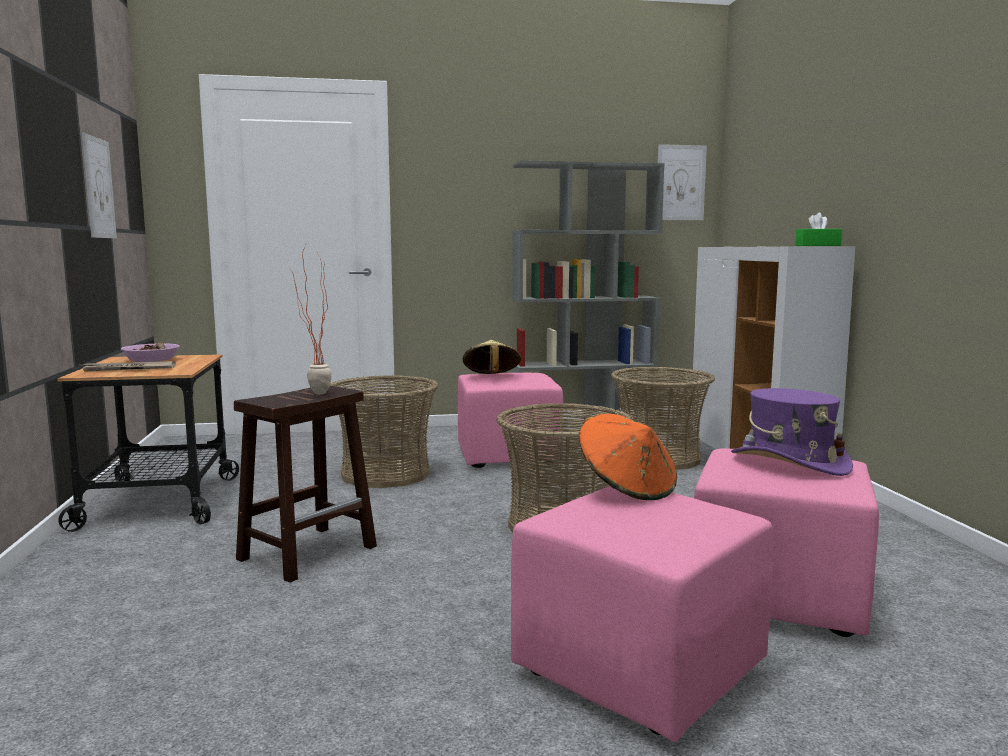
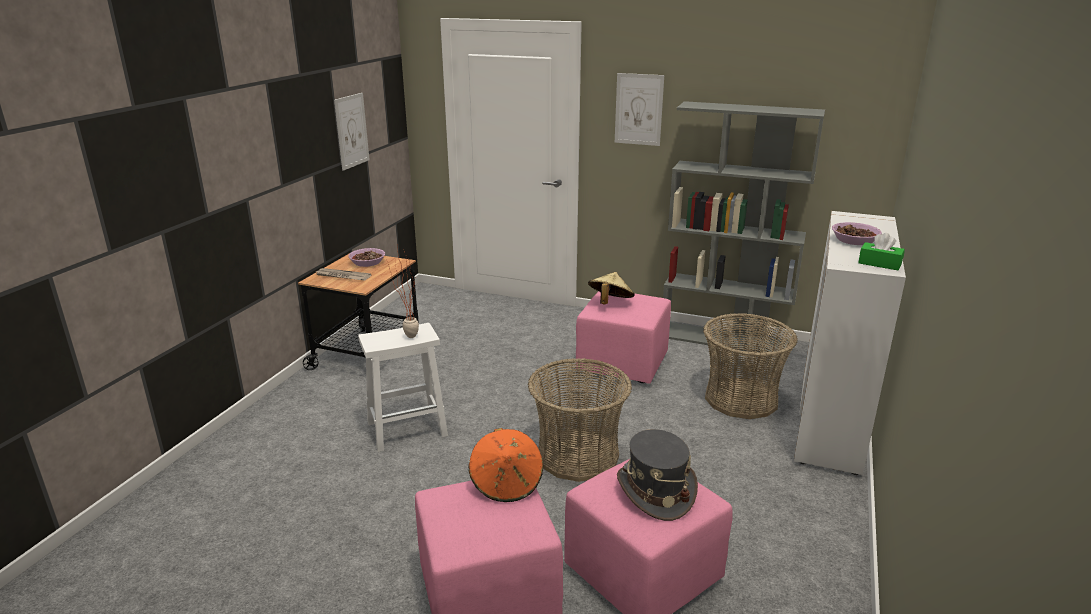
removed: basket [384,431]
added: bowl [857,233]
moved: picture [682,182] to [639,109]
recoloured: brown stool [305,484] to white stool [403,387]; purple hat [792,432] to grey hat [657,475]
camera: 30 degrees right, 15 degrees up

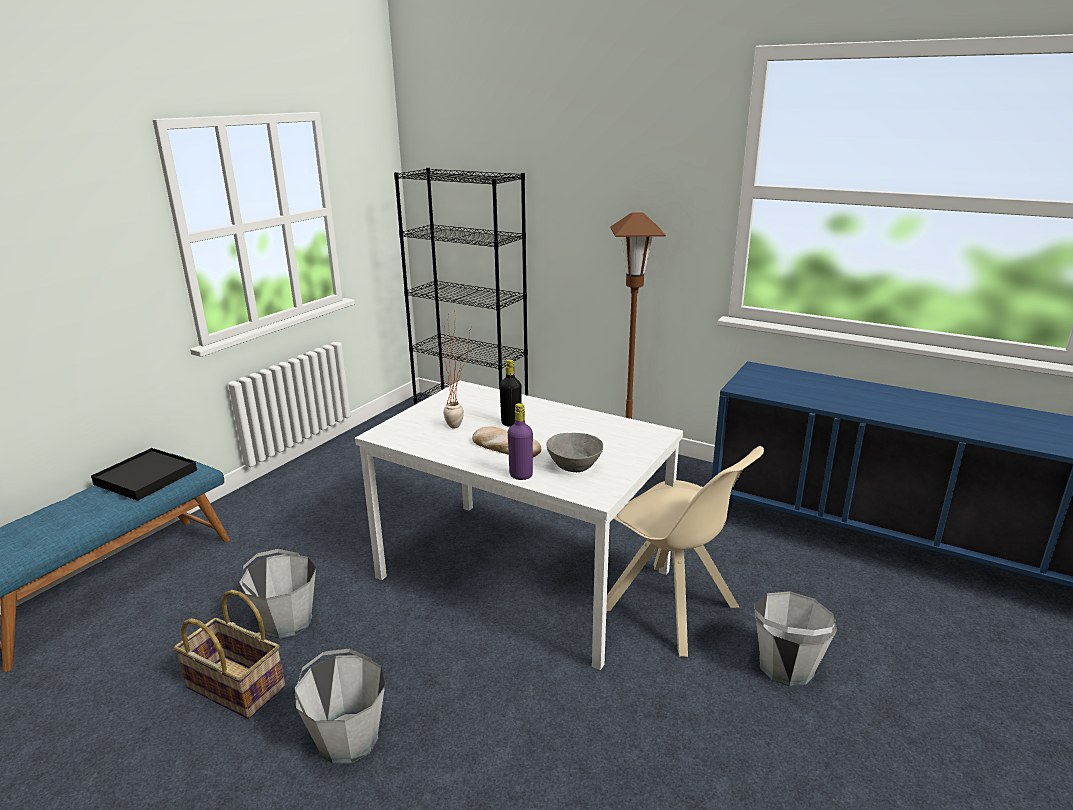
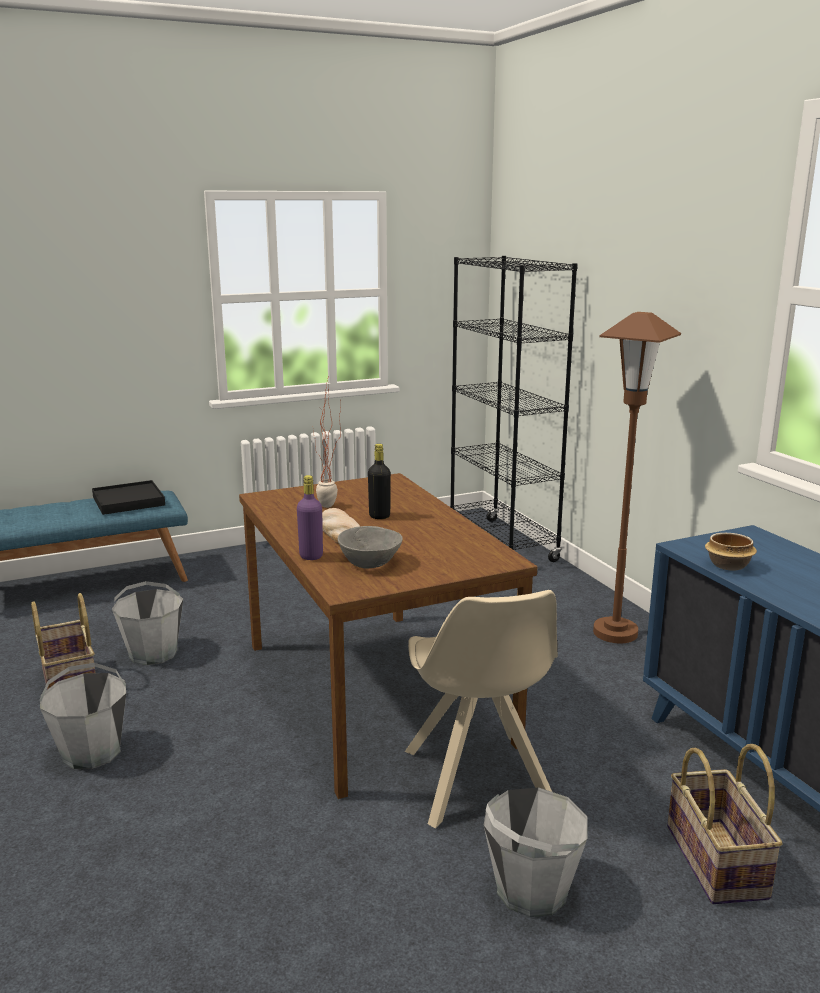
added: basket [725,824]; bowl [731,552]
recoloured: white dining table [519,525] to brown dining table [388,636]
camera: 35 degrees right, 5 degrees down

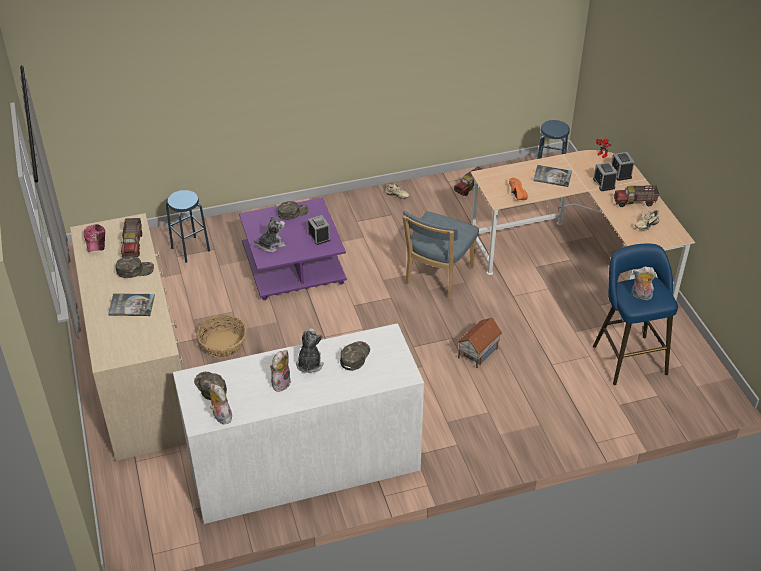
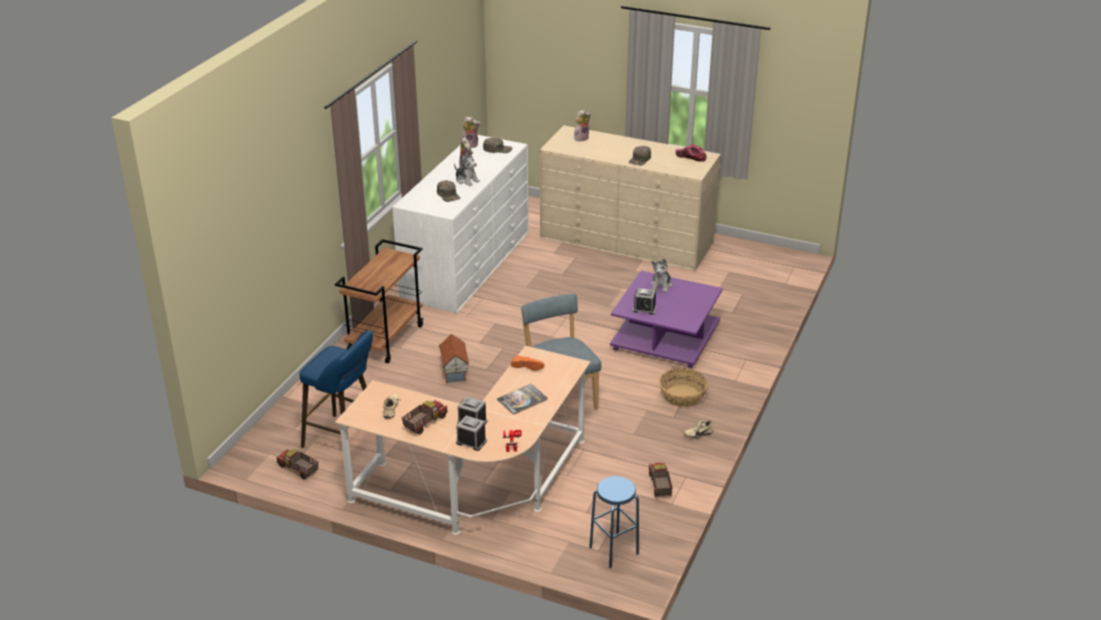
removed: book [131,304]; blue stool [188,226]; green cap [293,210]
added: brown cart [379,301]
moved: toy truck [131,238] to [297,464]; basket [222,336] to [683,387]; plush toy [644,283] to [582,125]
camera: 130 degrees right, 10 degrees down

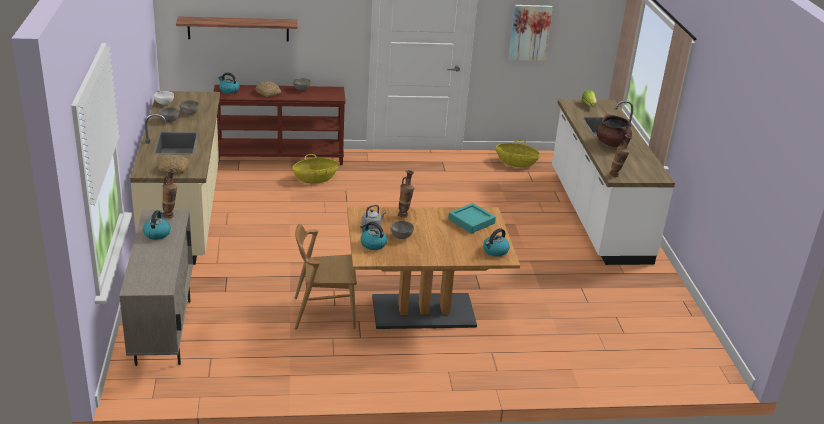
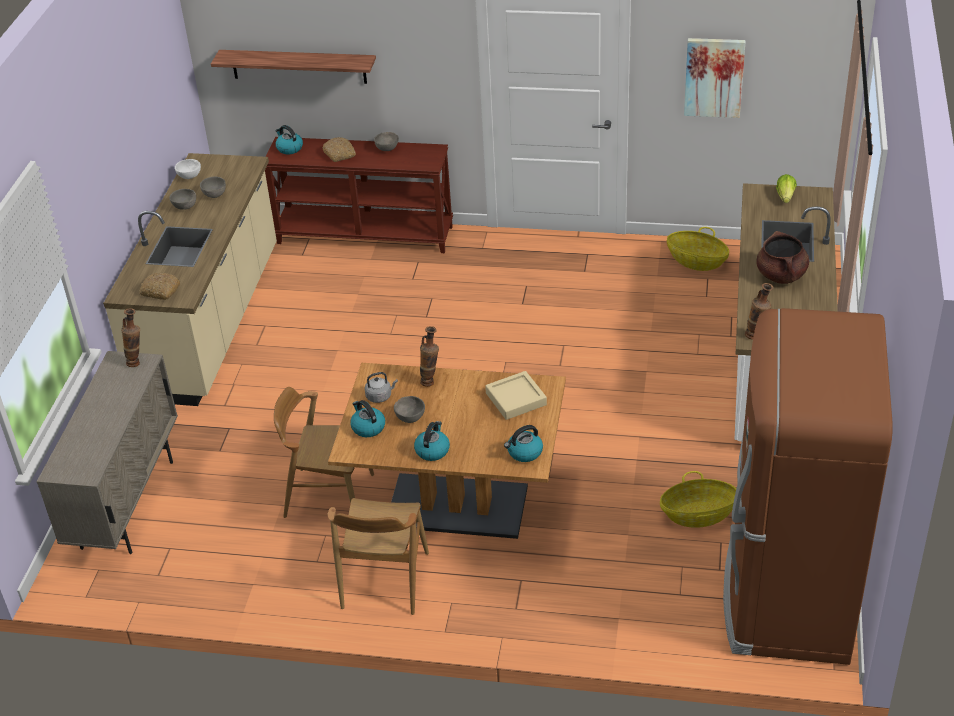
added: brown chair [378,556]; brown fridge [808,486]
moved: kettle [157,225] to [432,441]; basket [315,169] to [698,499]
recoloured: turquoise tray [472,218] to beige tray [516,395]
camera: 20 degrees right, 10 degrees up

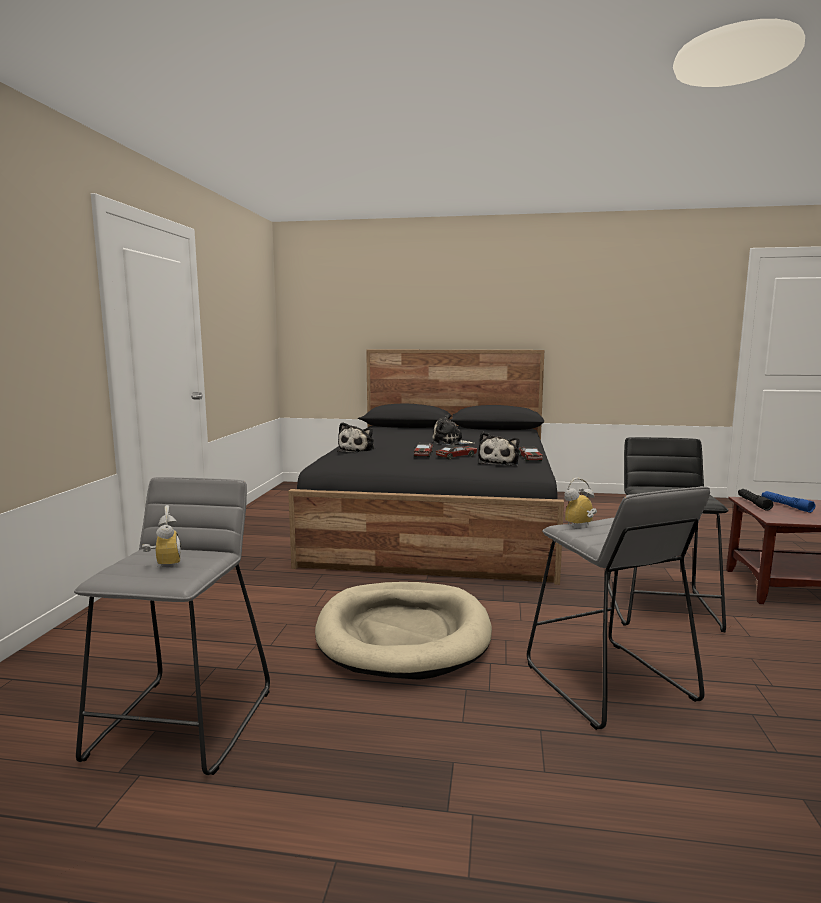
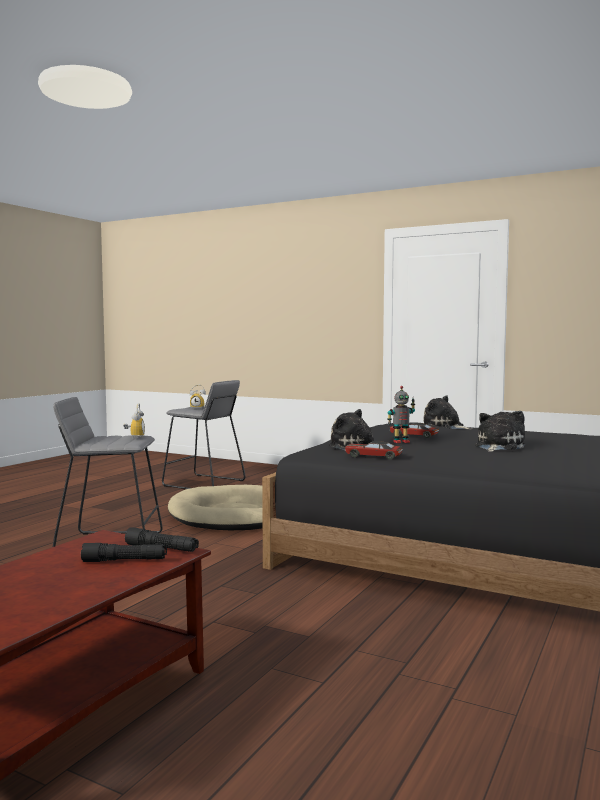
removed: black stool [668,534]
replaced: toy car [456,452] to toy robot [401,414]
recoloured: blue flashlight [788,502] to black flashlight [124,552]
camera: 110 degrees right, 5 degrees down

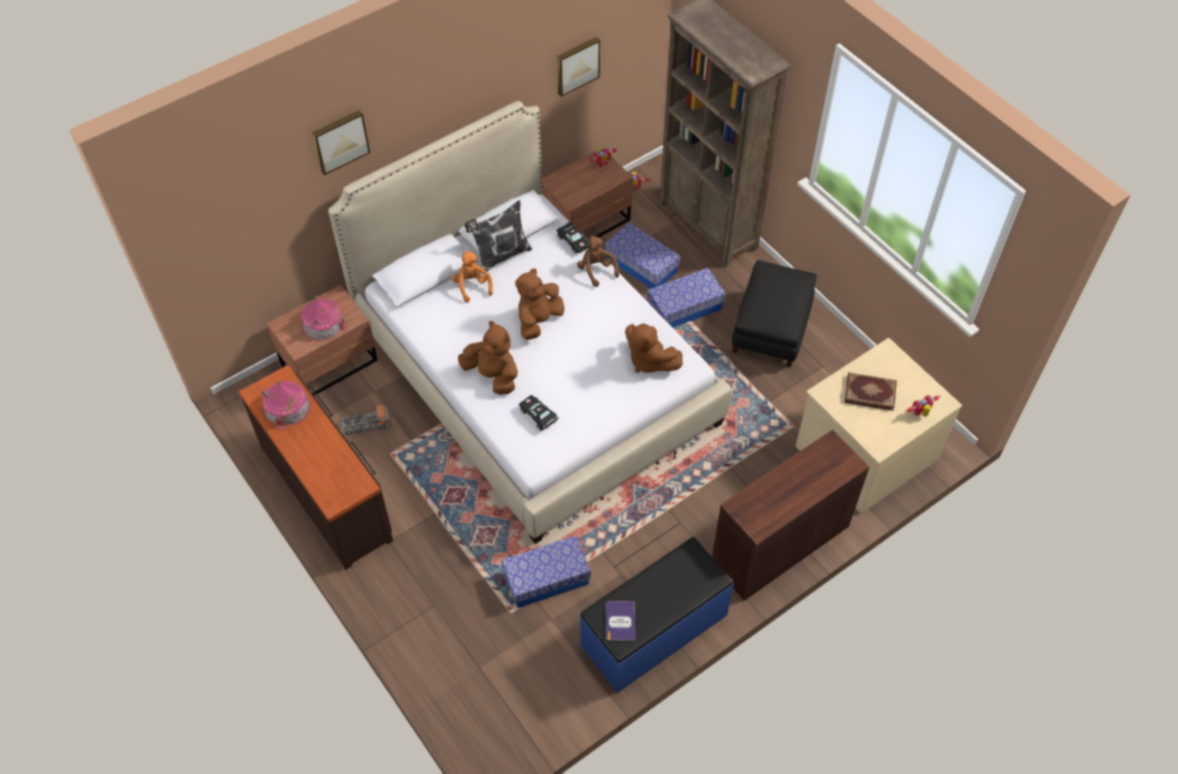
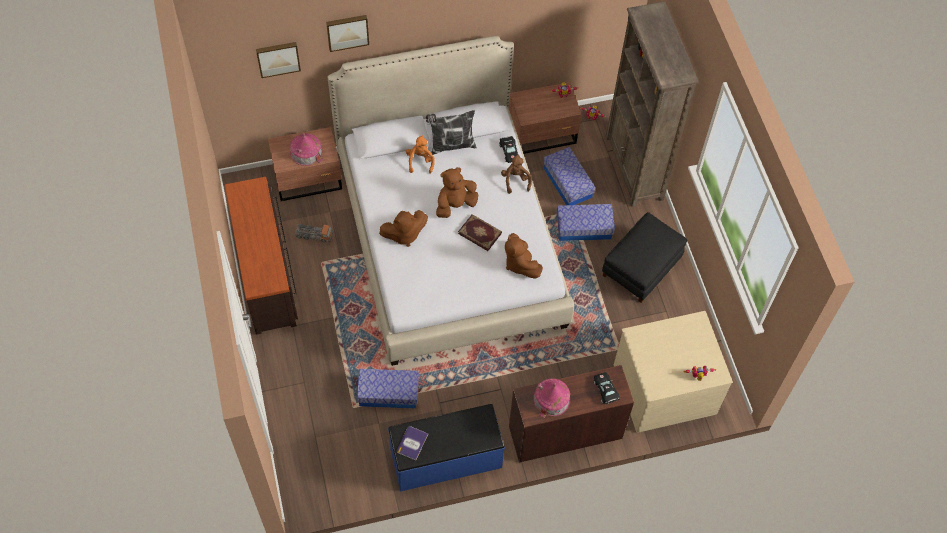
moved: toy house [285,405] to [551,398]; black toy car [538,413] to [607,388]; picture [578,67] to [278,60]; book [871,391] to [480,232]
turned: brown plush toy [488,358] = [403,228] 105 degrees clockwise
camera: 20 degrees right, 5 degrees up

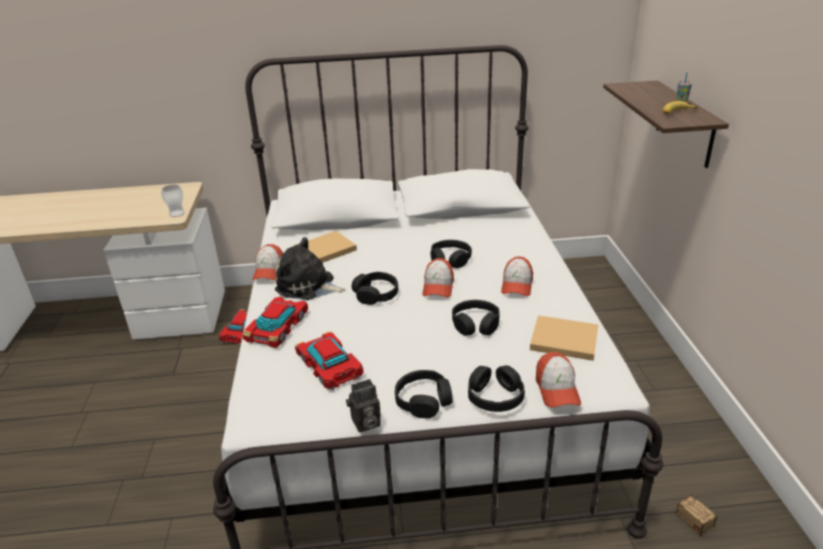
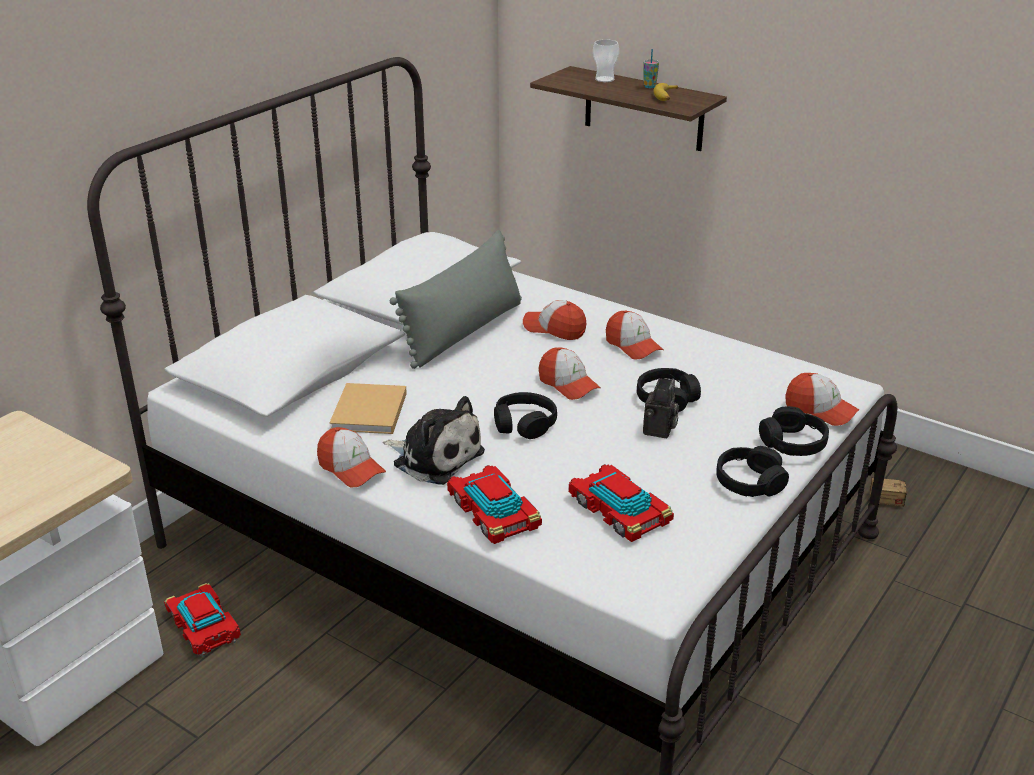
removed: black headphones [451,254]; beige book [564,338]
added: grey pillow [456,299]; cap [554,320]
moved: cup [173,200] to [606,60]; photo camera [363,406] to [661,408]
turned: plush toy [310,268] = [434,440] 120 degrees counterclockwise; toy car [329,360] = [621,503] 135 degrees counterclockwise
camera: 50 degrees left, 0 degrees up

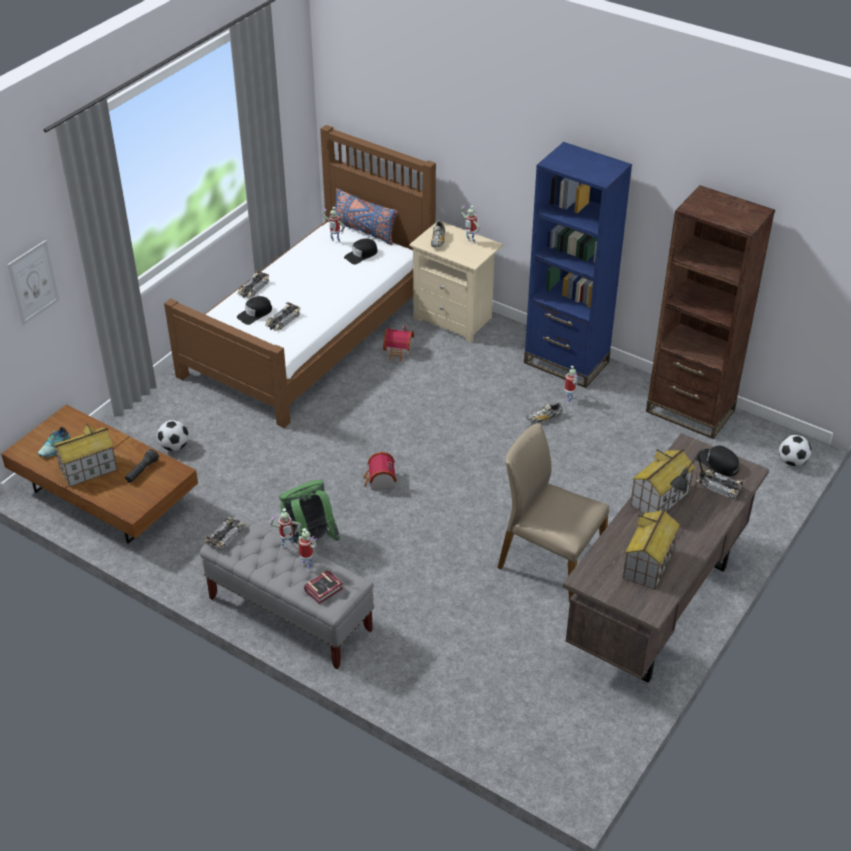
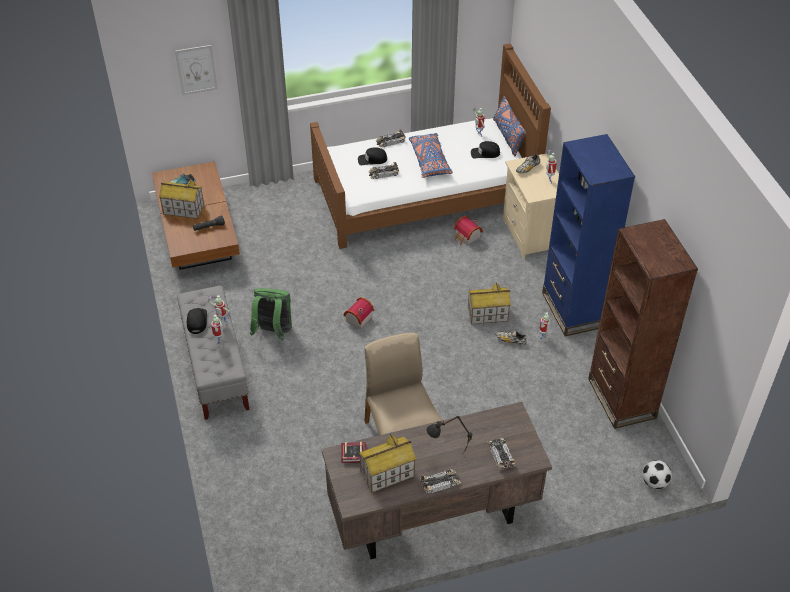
removed: football [173,435]
added: blue pillow [431,155]
moved: toy car [225,534] to [440,481]; book [323,587] to [354,452]; toy house [662,481] to [489,303]; black cap [717,461] to [197,321]
camera: 40 degrees right, 5 degrees up

